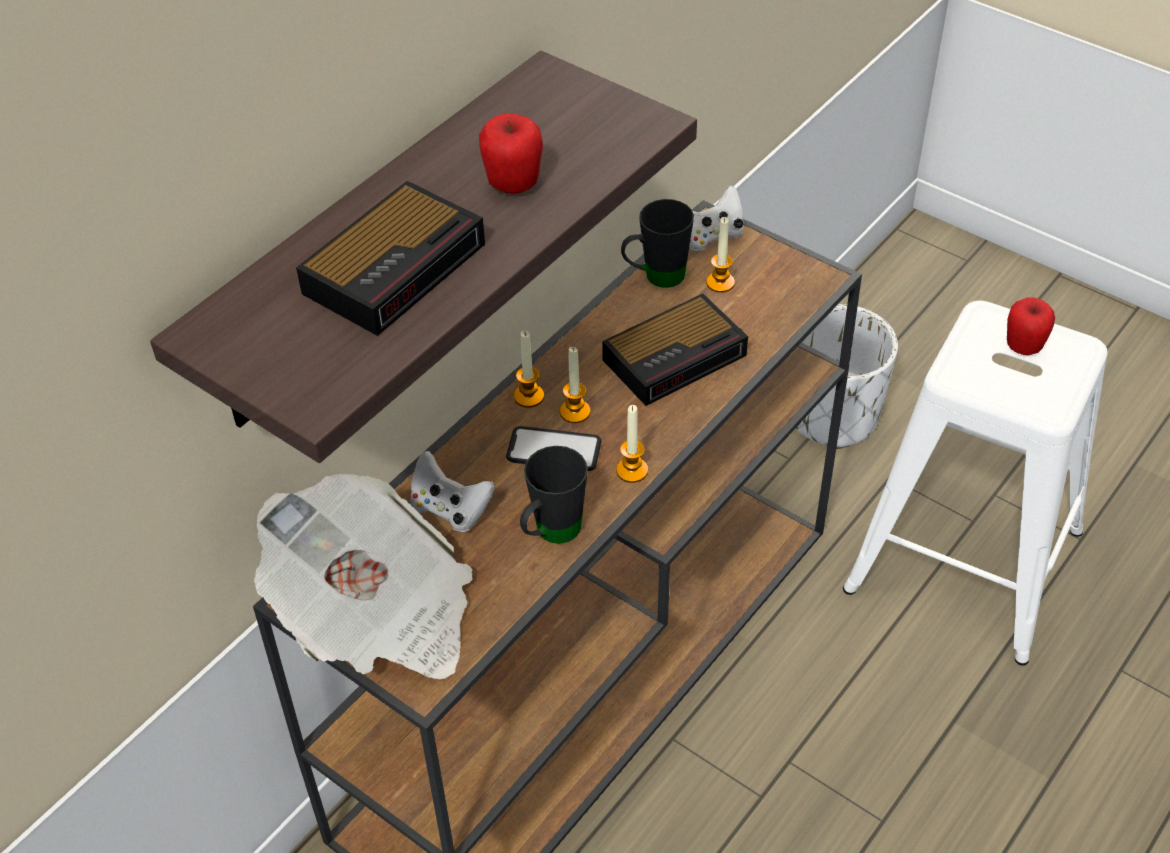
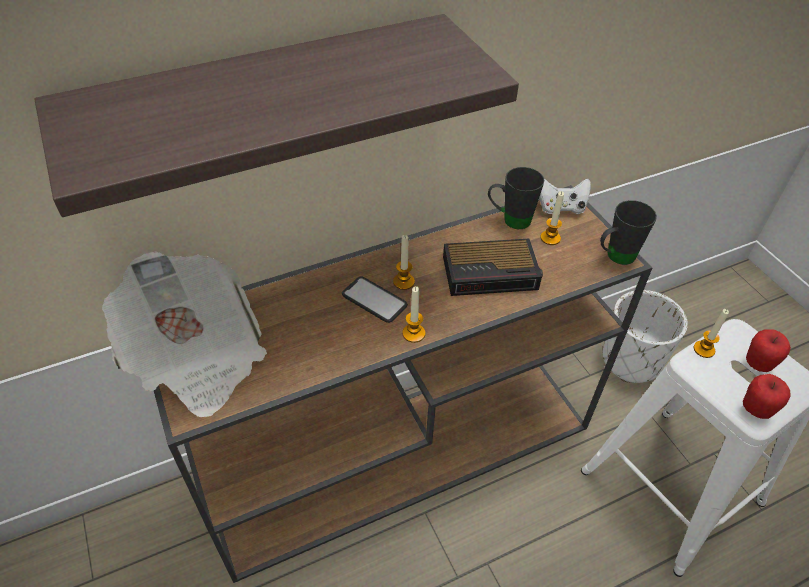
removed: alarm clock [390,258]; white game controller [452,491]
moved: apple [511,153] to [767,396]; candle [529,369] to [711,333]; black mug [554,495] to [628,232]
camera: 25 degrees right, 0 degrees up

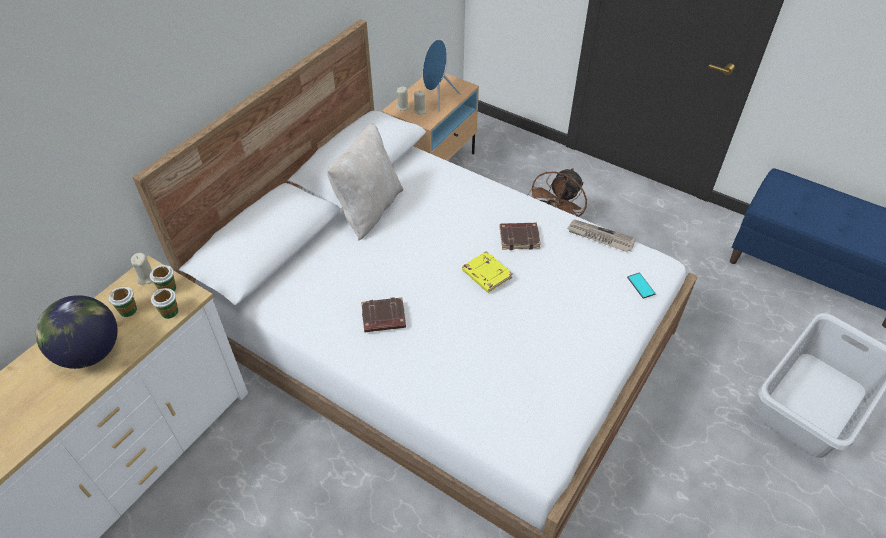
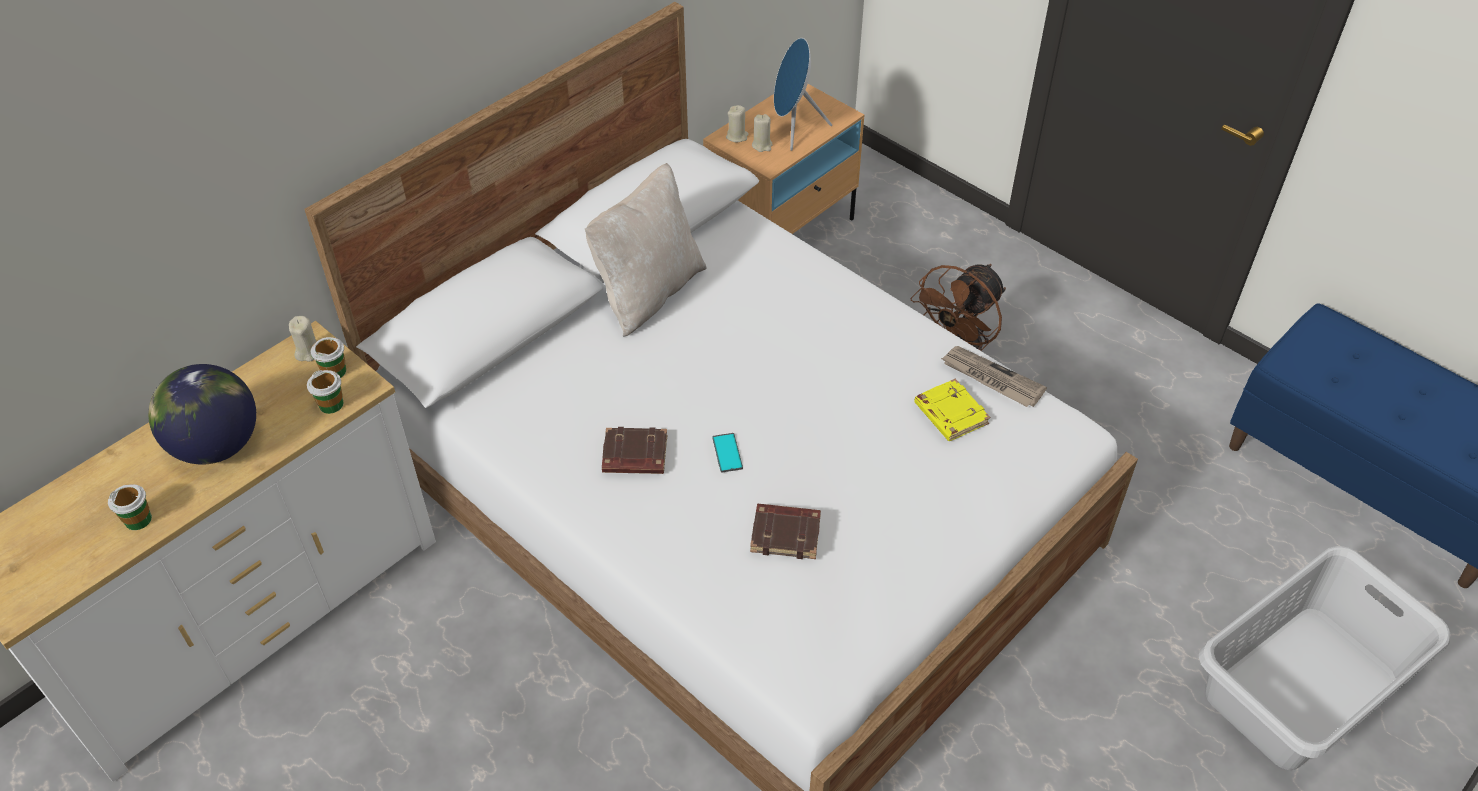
moved: cup [122,302] to [130,507]; yellow book [487,272] to [952,410]; brown book [520,236] to [785,531]; phone [641,286] to [727,453]
camera: 10 degrees right, 0 degrees up

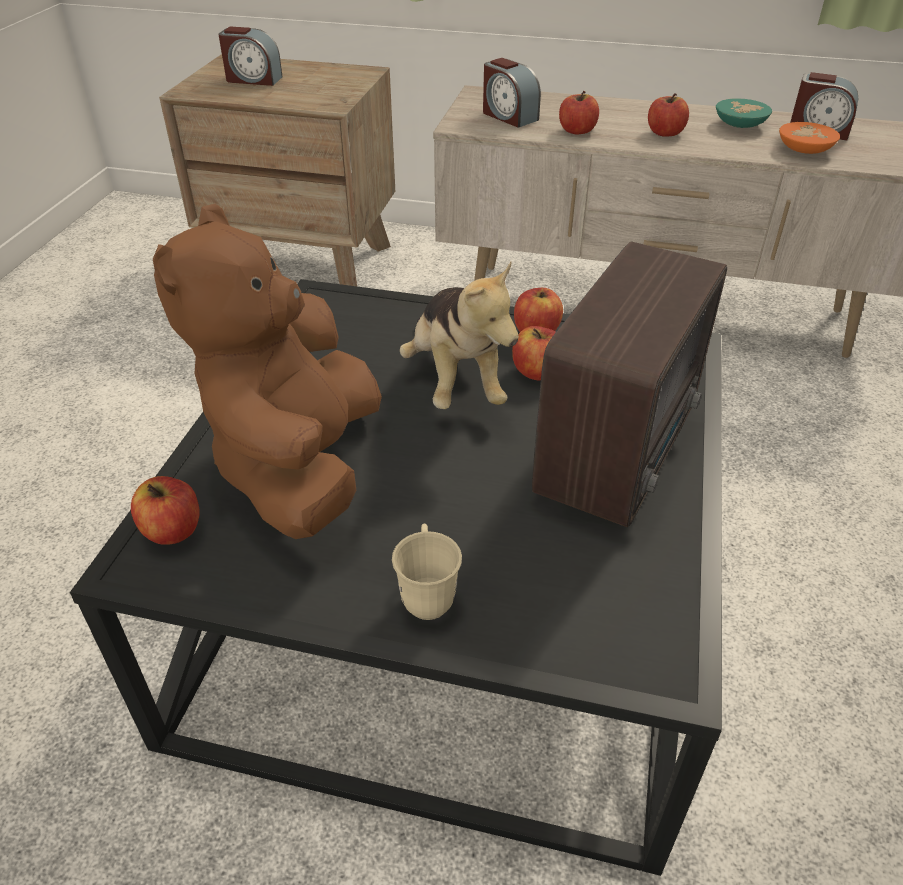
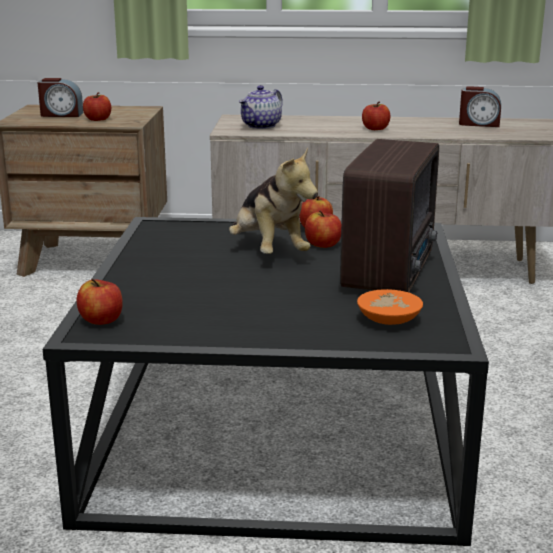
removed: brown plush toy [267,371]; beige mug [427,571]; turquoise bowl [744,113]
moved: apple [579,113] to [97,106]; orange bowl [809,138] to [390,307]
replaced: alarm clock [512,93] to teapot [261,107]
camera: 10 degrees left, 20 degrees down

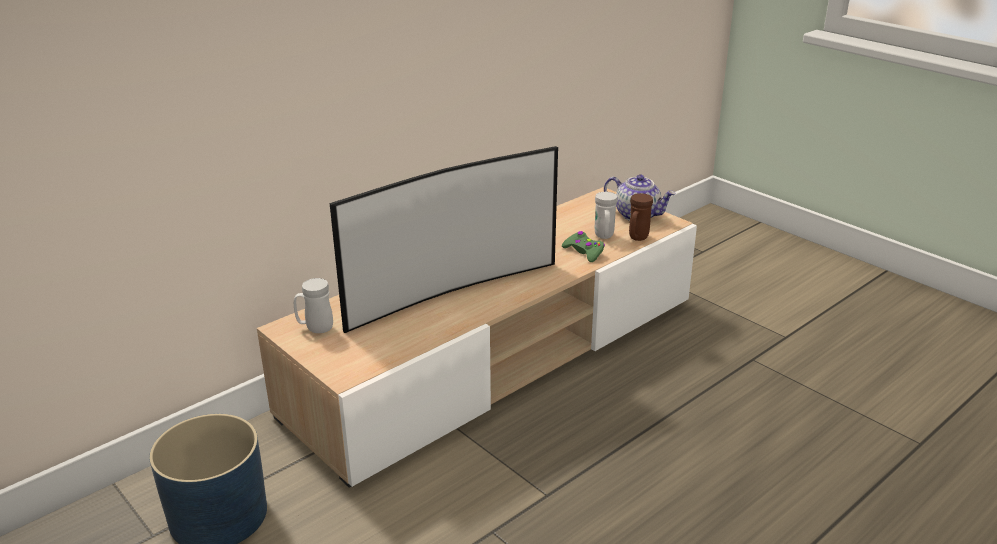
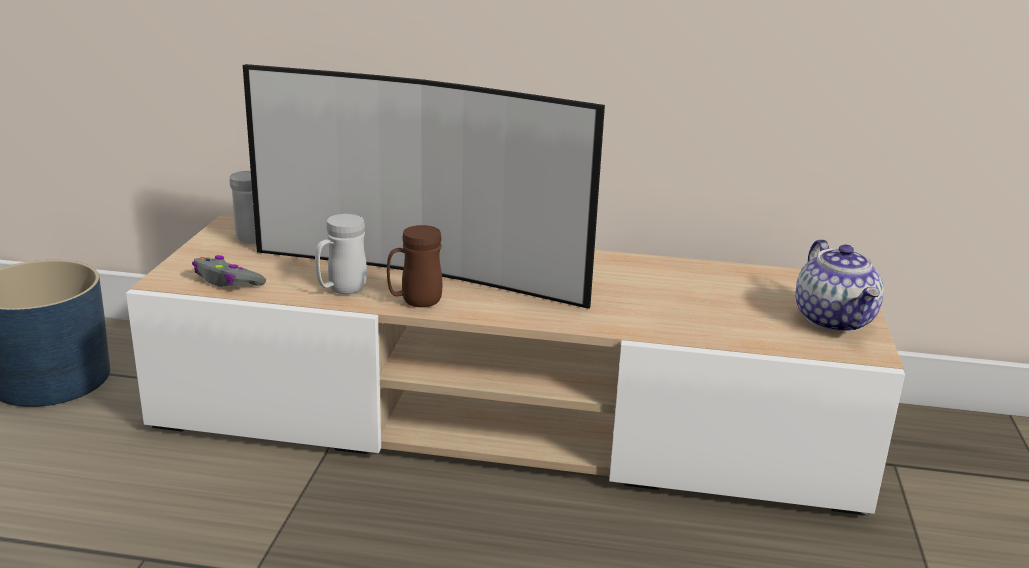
removed: green game controller [583,246]
added: grey game controller [229,271]
moved: white mug [606,215] to [341,254]; brown mug [641,217] to [414,266]
camera: 50 degrees right, 5 degrees down

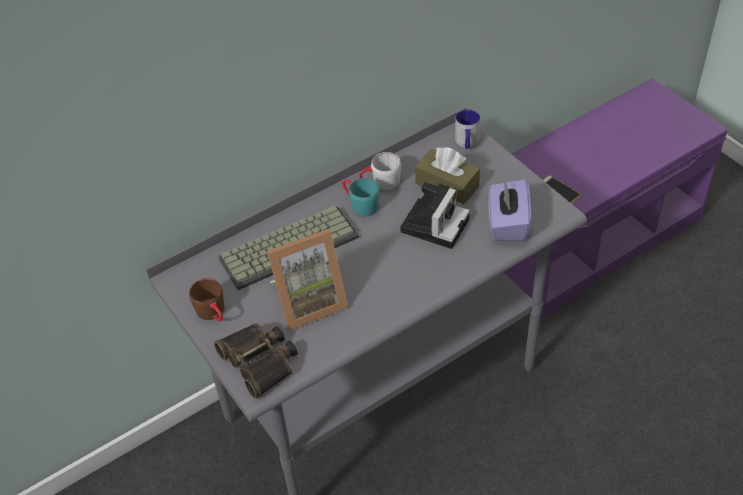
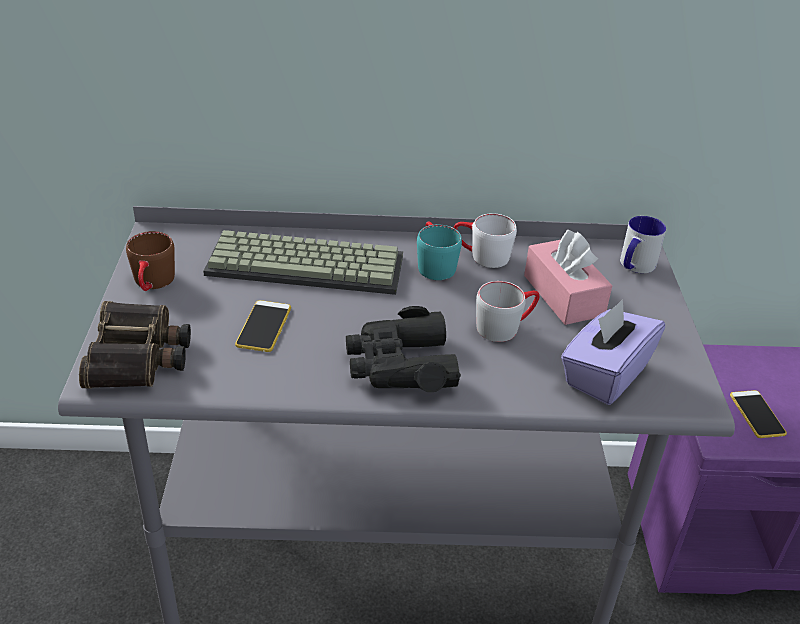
added: black binoculars [403,349]
replaced: picture frame [307,279] to phone [263,326]; photo camera [435,215] to grey mug [508,311]
recoloured: brown tissue box [447,175] to pink tissue box [568,277]
camera: 30 degrees right, 10 degrees down

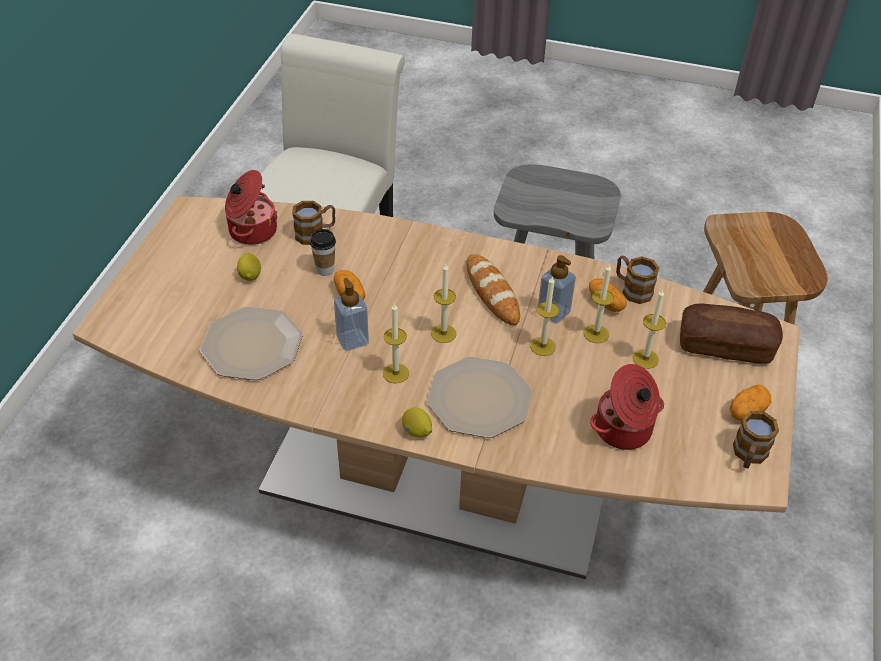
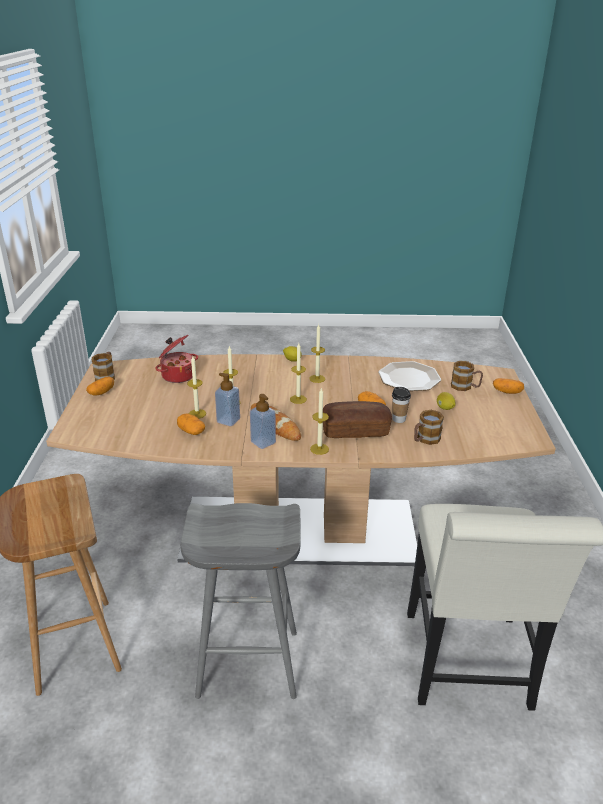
removed: cooking pot [251,207]; plate [479,397]
added: potato [508,386]
moved: soap dispenser [351,314] to [263,421]; mug [638,280] to [467,376]; candle [649,329] to [319,422]; bread [731,334] to [357,419]
camera: 165 degrees right, 15 degrees down

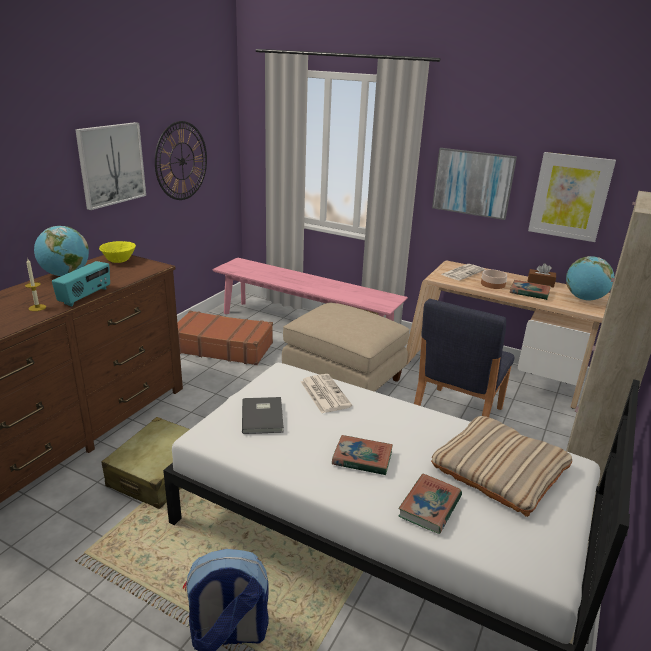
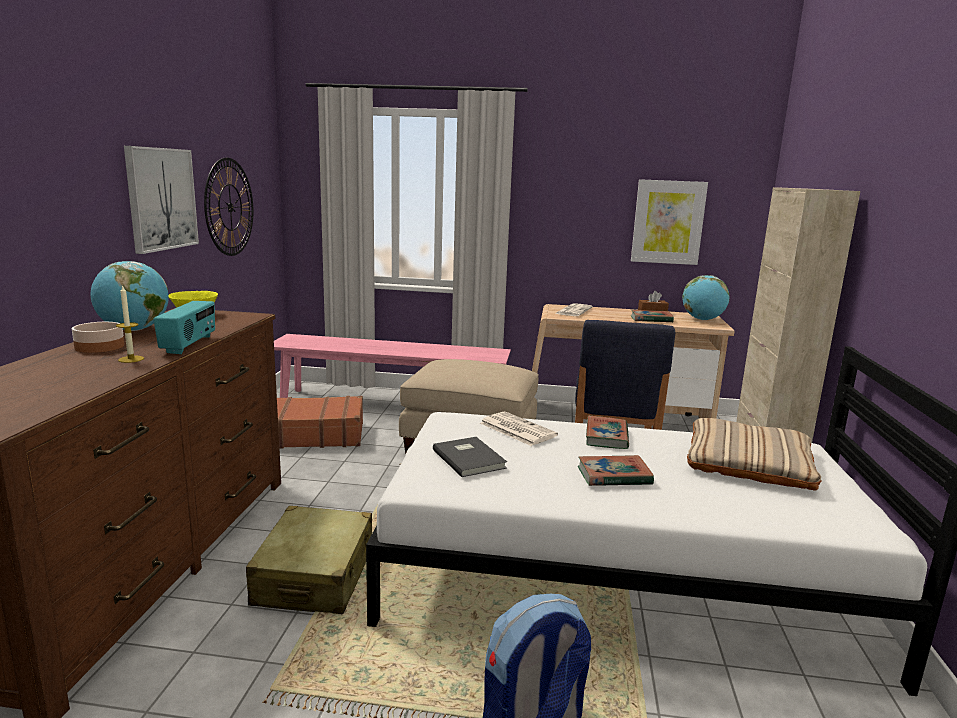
removed: picture [474,184]
moved: book [430,504] to [607,432]; bowl [494,279] to [98,337]
camera: 20 degrees left, 10 degrees down

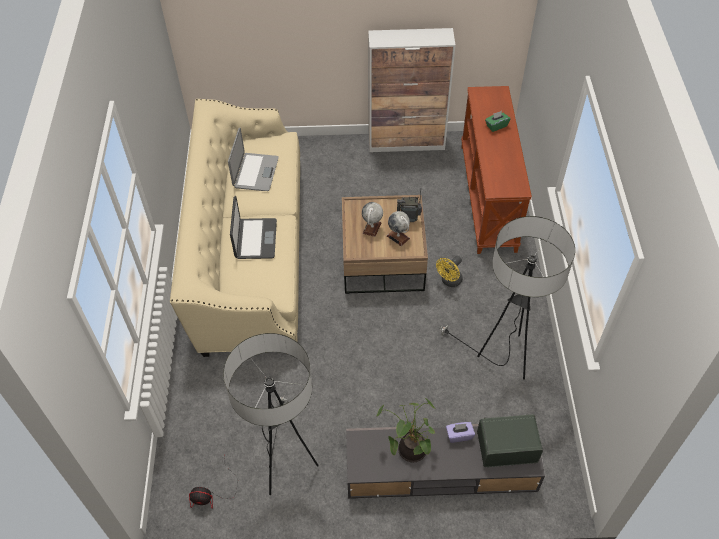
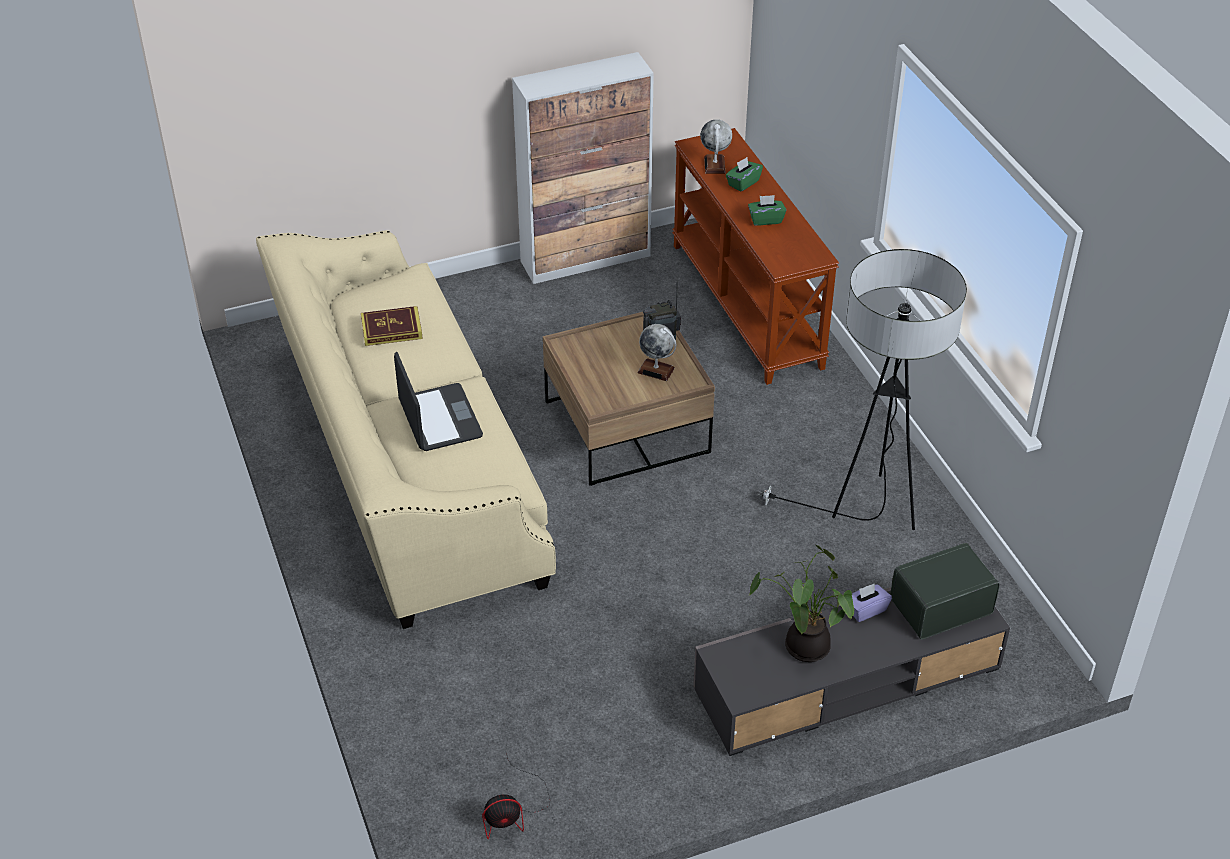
removed: floor lamp [271,414]; yellow fan [449,271]
added: green tissue box [767,210]
moved: globe [372,219] to [716,146]
replaced: laptop [253,159] to book [392,326]
camera: 20 degrees left, 10 degrees down

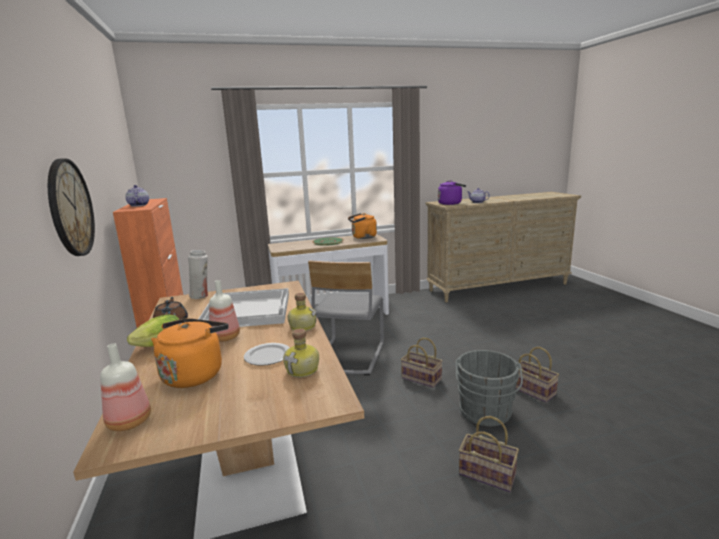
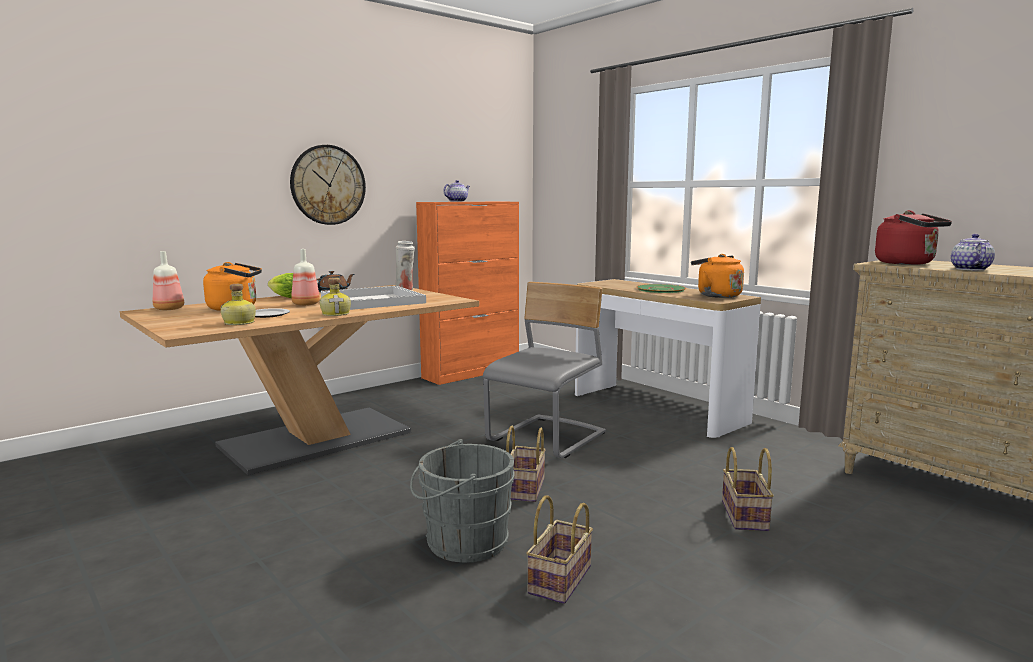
moved: basket [489,454] to [748,489]
recoloured: purple kettle [452,192] to red kettle [913,237]
turned: grey chair [346,317] = [544,370] 135 degrees clockwise
camera: 65 degrees right, 5 degrees down

